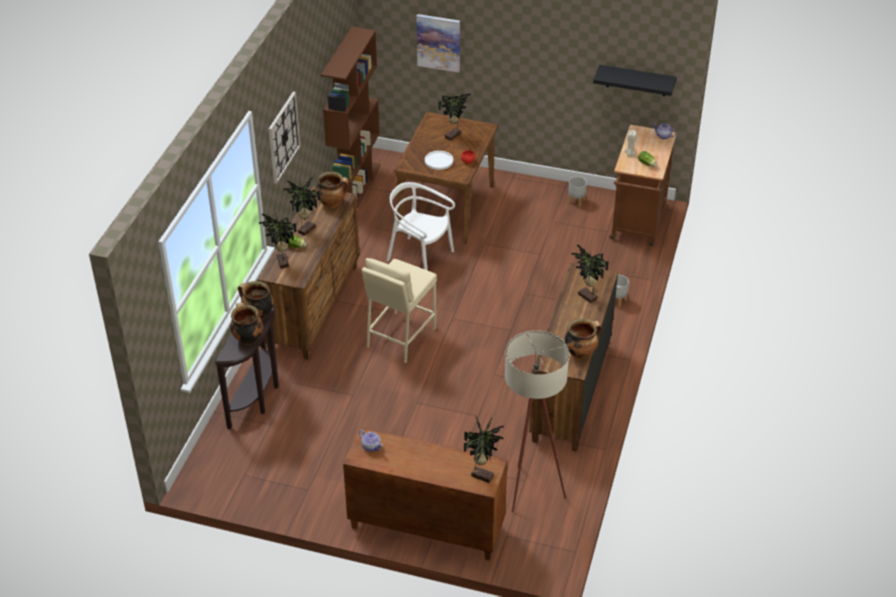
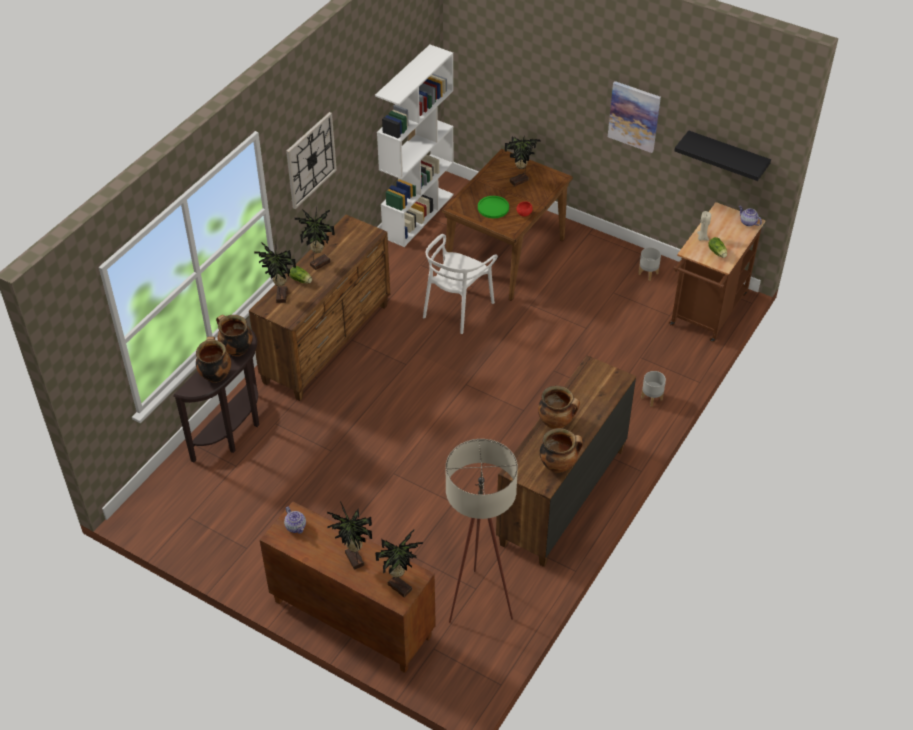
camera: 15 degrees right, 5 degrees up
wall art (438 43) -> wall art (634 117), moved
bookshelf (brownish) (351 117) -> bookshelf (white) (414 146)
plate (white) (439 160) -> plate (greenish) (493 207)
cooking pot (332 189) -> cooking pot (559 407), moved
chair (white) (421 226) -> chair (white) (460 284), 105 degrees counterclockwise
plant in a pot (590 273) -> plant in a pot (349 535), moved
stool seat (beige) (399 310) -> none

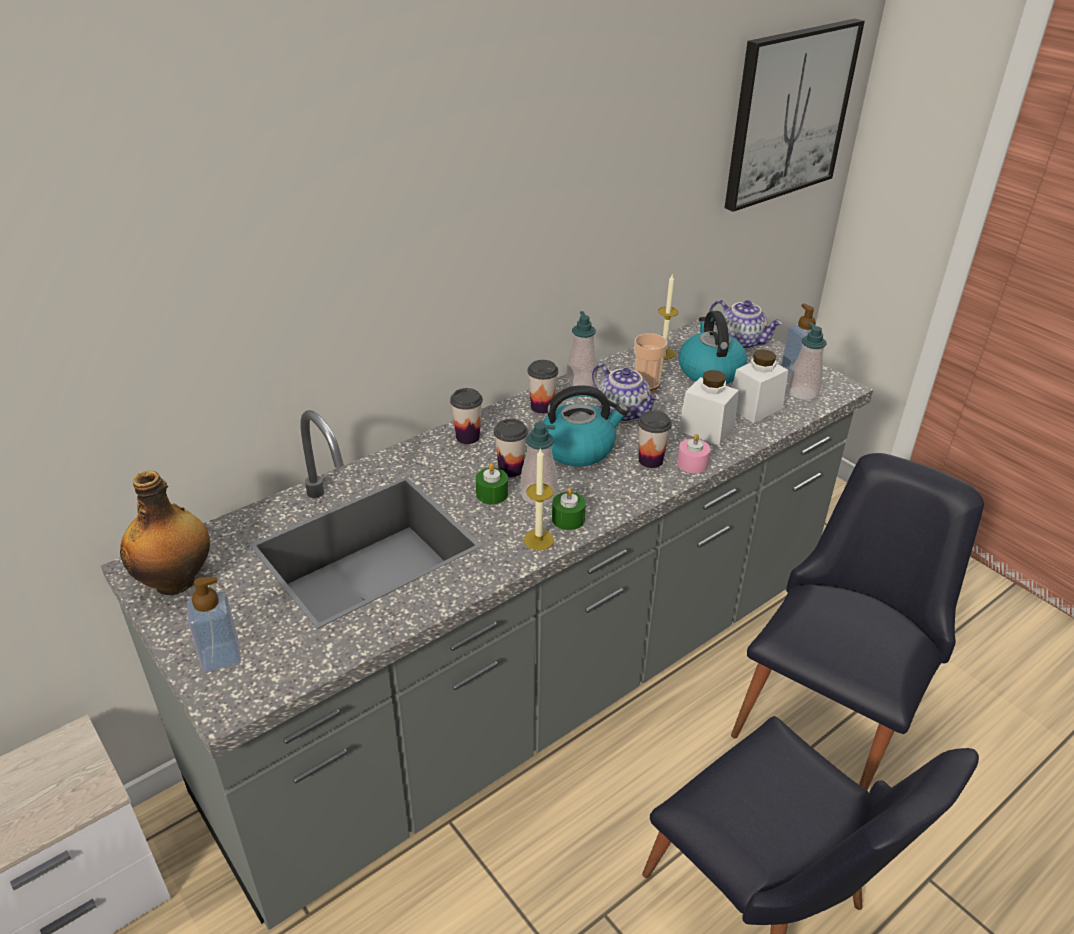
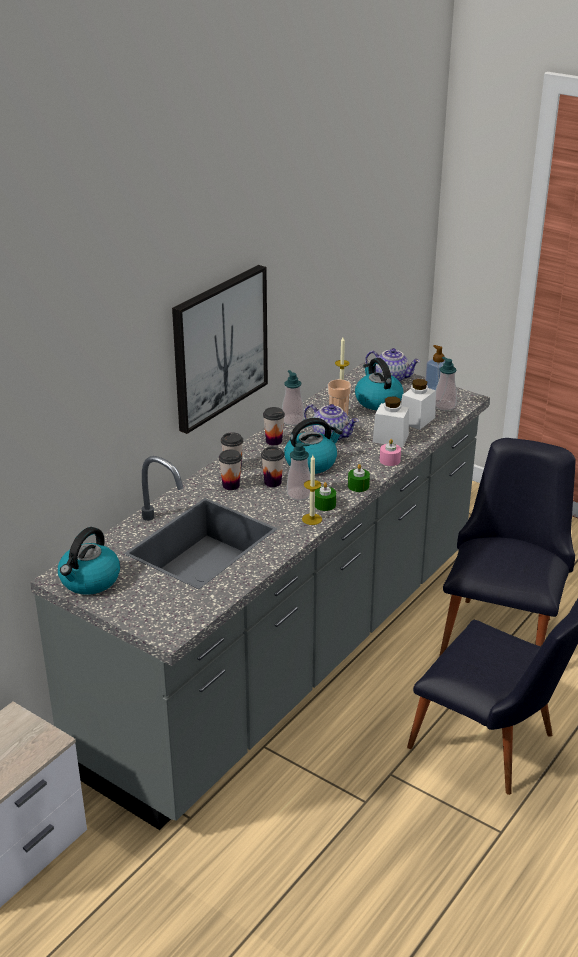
camera: 15 degrees left, 5 degrees down
wall art (795 115) -> wall art (220 349), moved
drinking cup (655 439) -> drinking cup (230 470), moved
wax light (greenish) (492 483) -> wax light (greenish) (359 478), moved
bottle (165 533) -> water kettle (89 561)
liquid soap bottle (214 624) -> none

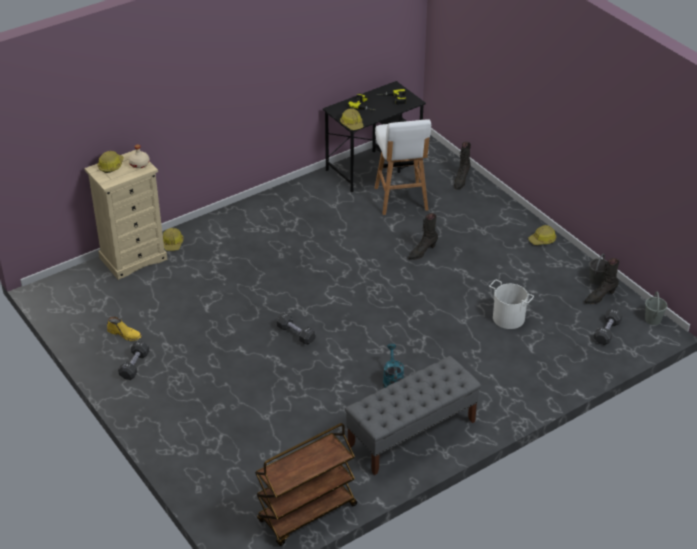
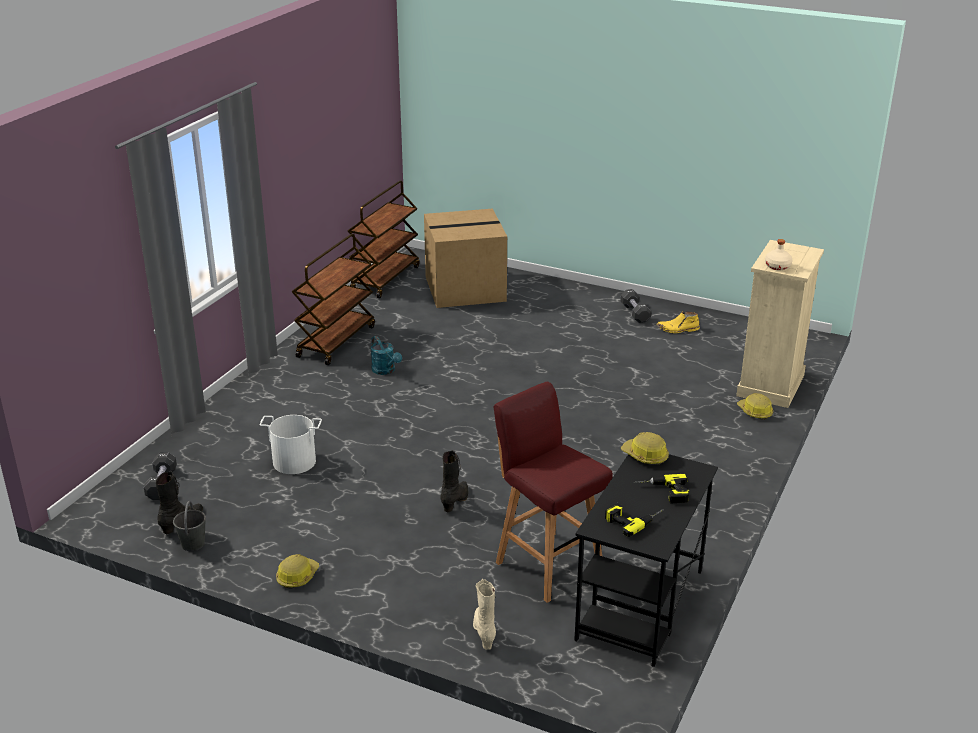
camera: 150 degrees right, 10 degrees down
stool seat (white) (403 167) -> stool seat (red) (553 492)
tall boot (blackish) (462 166) -> tall boot (beige) (484 614)
work helmet (111 162) -> none
pail (greyish) (656 308) -> none
dumbbell (blackish) (296 328) -> none
indoor bench (greyish) (413 415) -> cart (brownish) (333 299)
none -> packing box (465 258)

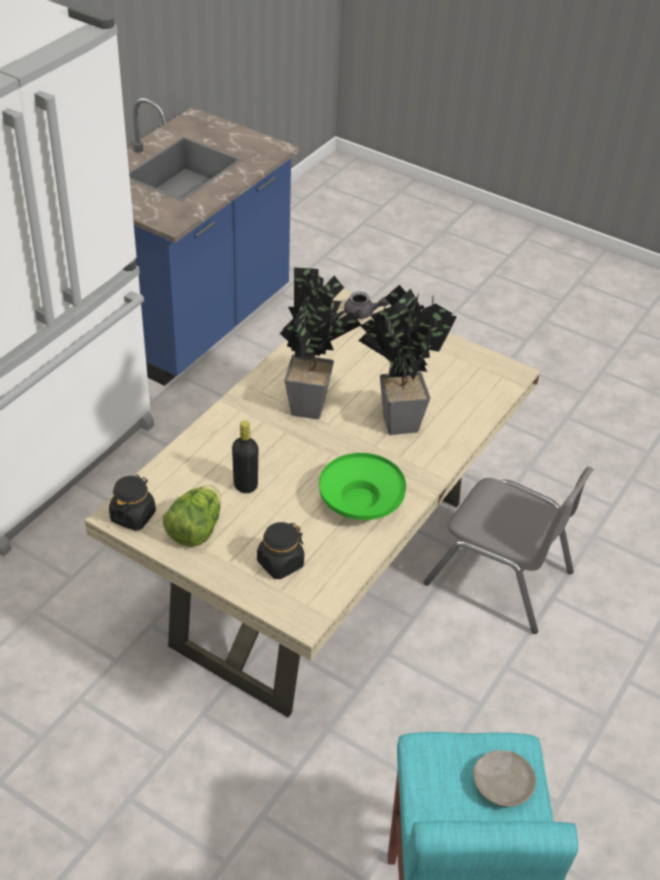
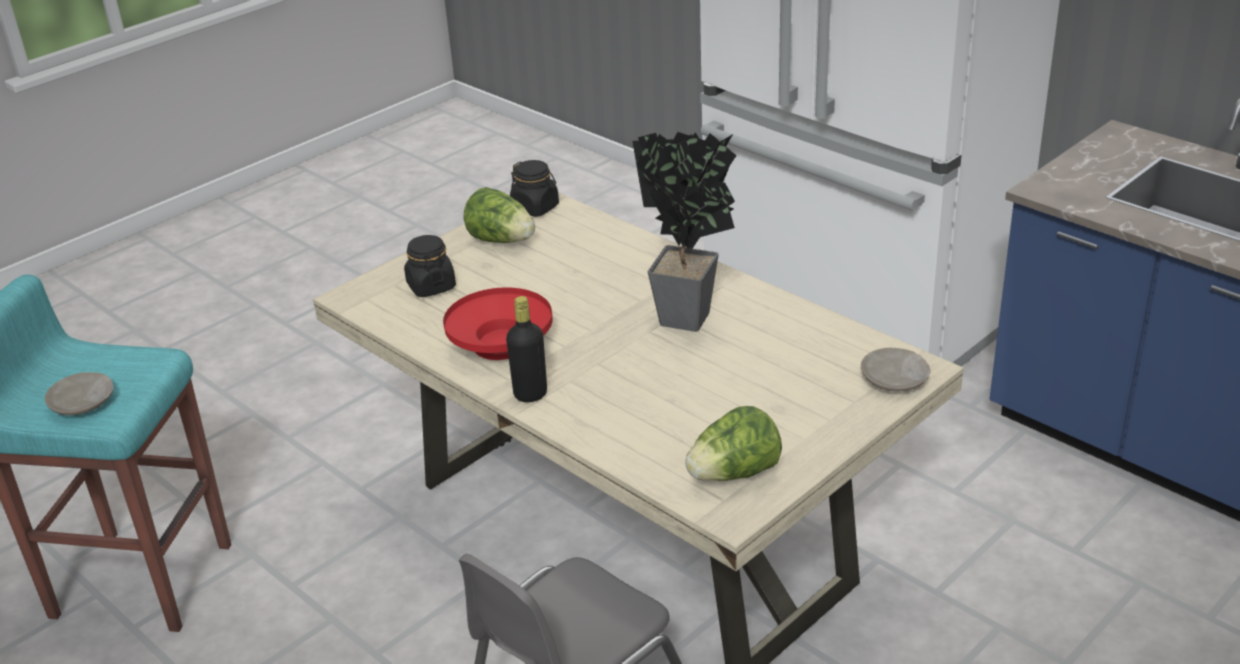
camera: 105 degrees right, 10 degrees down
plant in a pot (407 360) -> none
pot for tea (greyish) (366 305) -> plate (beige) (896 369)
bottle (blackish) (245 457) -> bottle (blackish) (526 349), moved
bowl (greenish) (362 486) -> bowl (red) (498 323)
none -> head of lettuce (733 443)

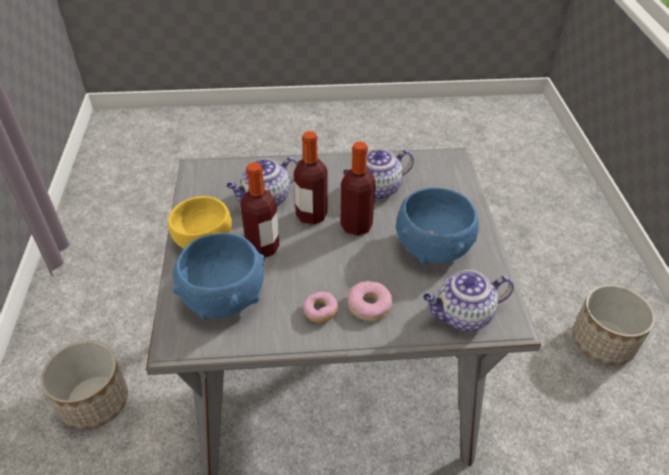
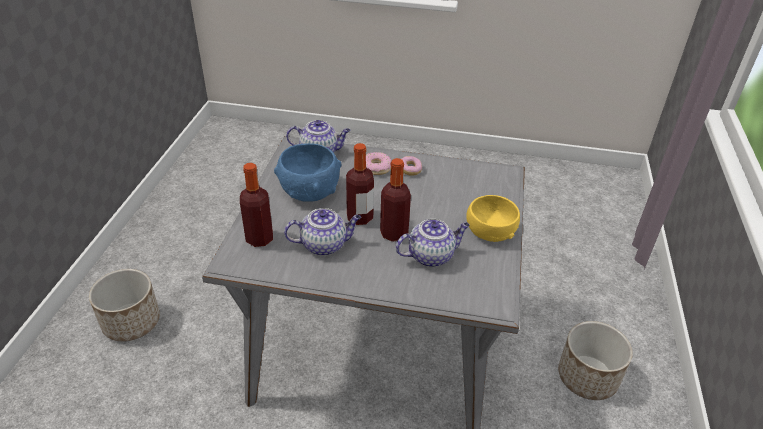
camera: 165 degrees left, 5 degrees down
bottle (260 210) -> bottle (256 205), moved
bowl (blue) (218 276) -> none

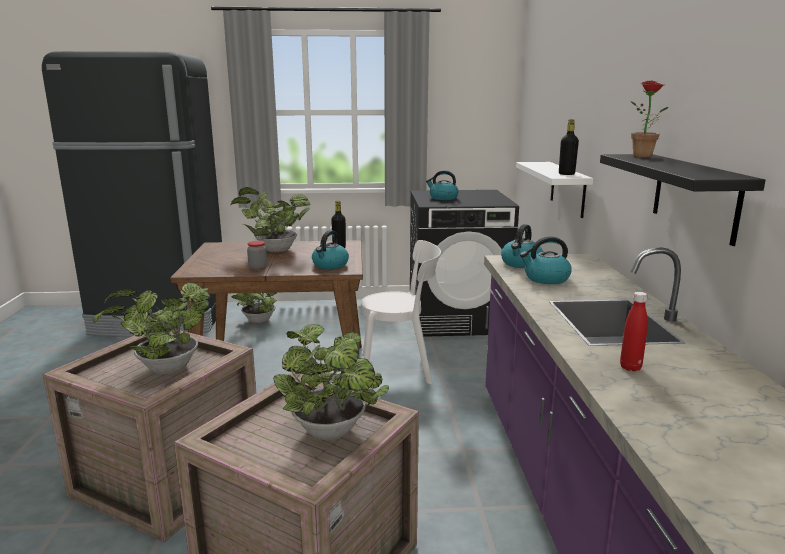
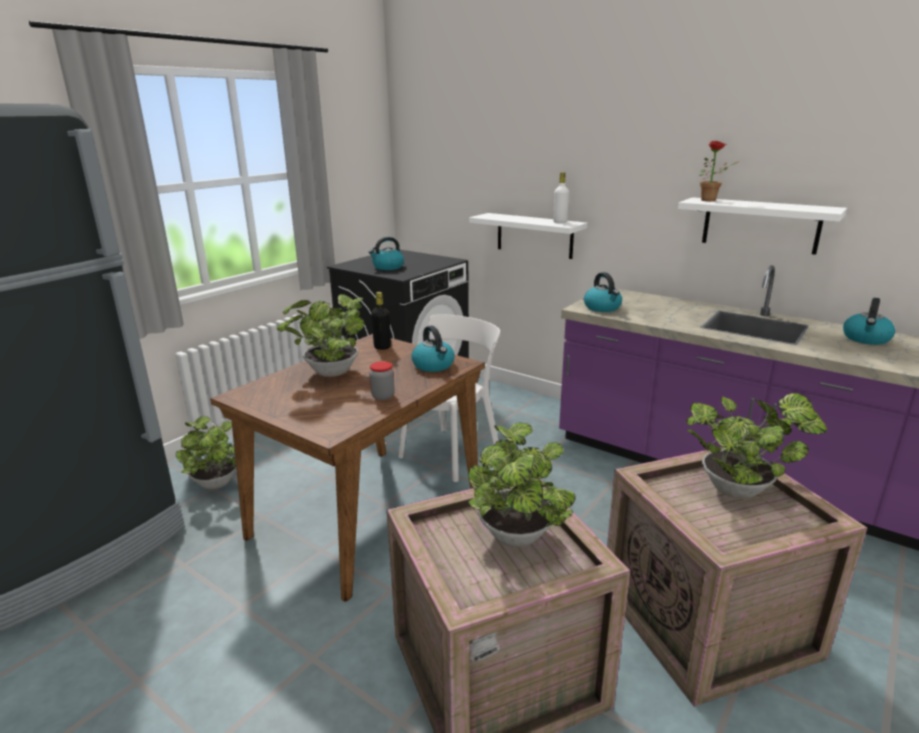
camera: 50 degrees left, 5 degrees up
bottle (blackish) (569 147) -> bottle (white) (561 197)
bracket shelf (blackish) (682 200) -> bracket shelf (white) (762 226)
water kettle (546 260) -> water kettle (869 321), moved
bottle (red) (634 331) -> none

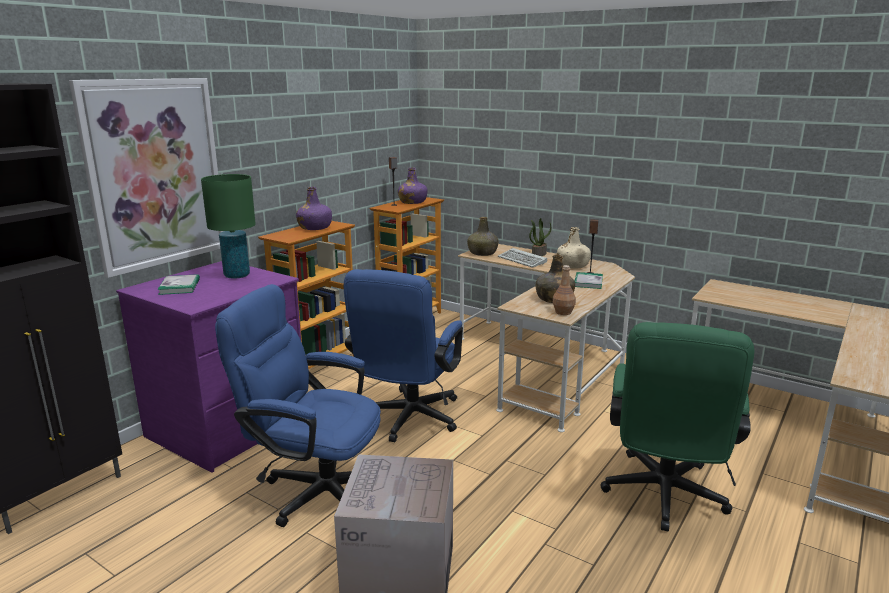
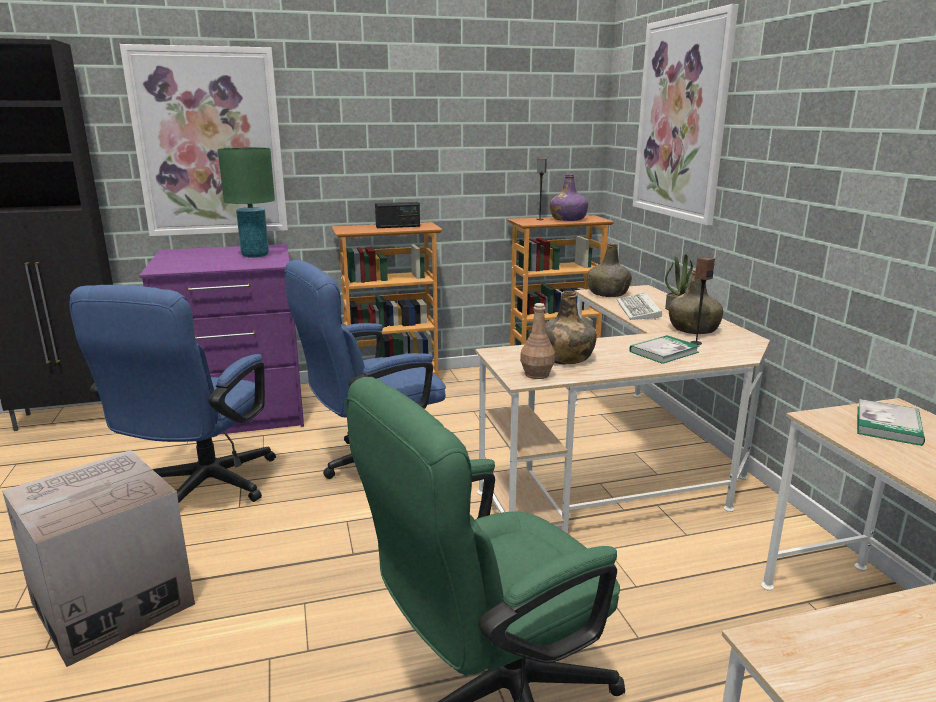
camera: 40 degrees right, 0 degrees up
bottle (purple-coloured) (314 208) -> radio set (397 215)
bottle (beige) (574 248) -> bottle (greenish) (696 301)
bound book (178 284) -> bound book (891 422), moved
desk chair (blue) (298 405) -> desk chair (blue) (172 394), 135 degrees counterclockwise
none -> wall art (686 114)

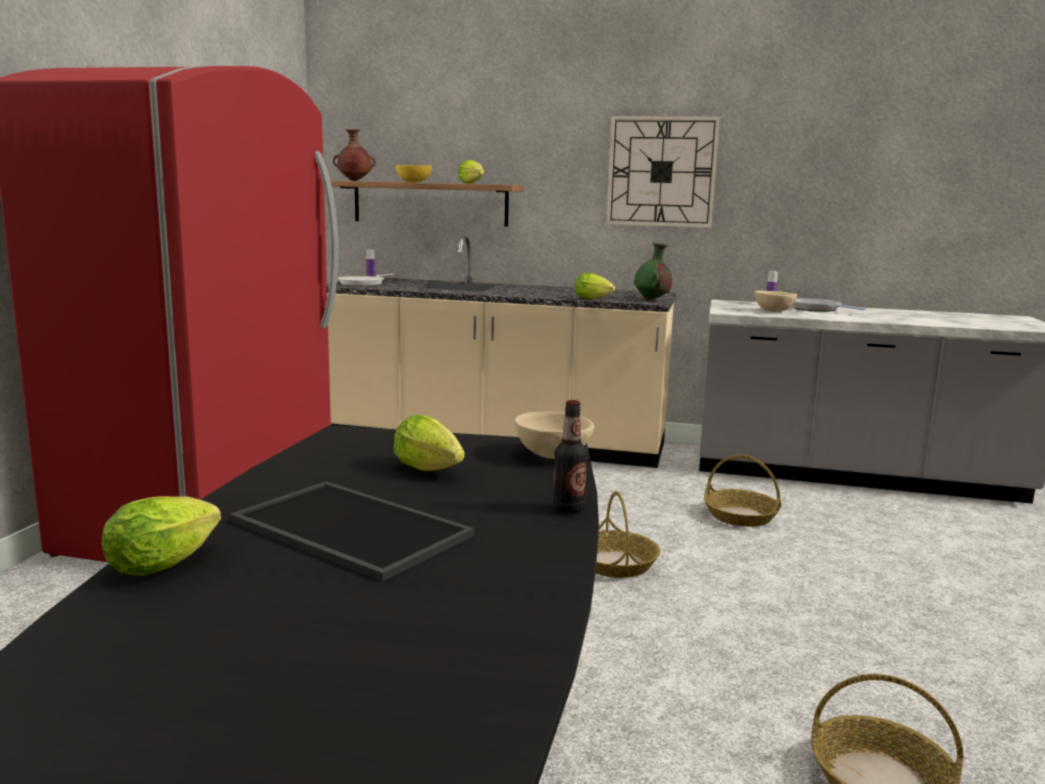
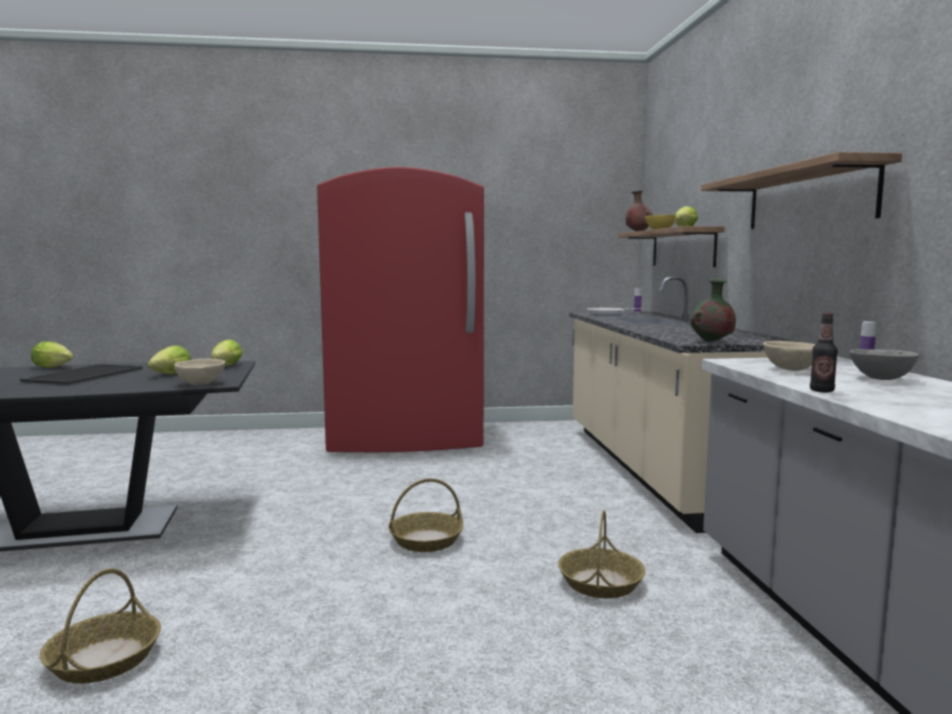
camera: 70 degrees right, 5 degrees down
clock on the wall (663 172) -> bracket shelf (801 190)
head of lettuce (594 286) -> head of lettuce (227 352), moved
frying pan (829 305) -> bowl (greyish) (884 364)
bottle (570 456) -> bottle (824 353), moved

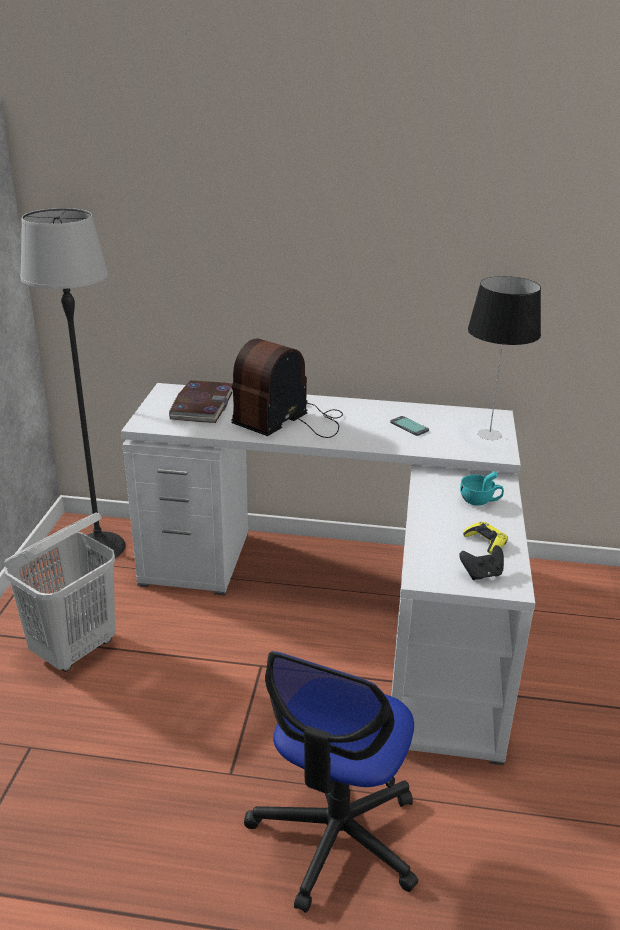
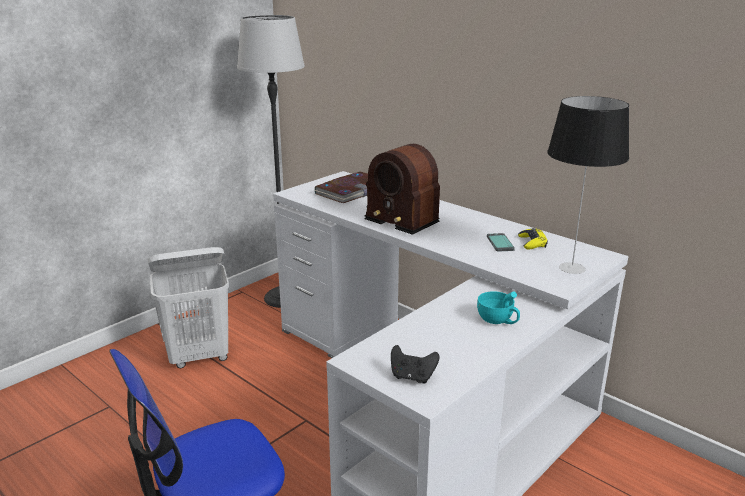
camera: 35 degrees right, 5 degrees down
radio set (287 388) -> radio set (402 189), 120 degrees counterclockwise
joypad (yellow-coloured) (485 538) -> joypad (yellow-coloured) (533 239), moved

